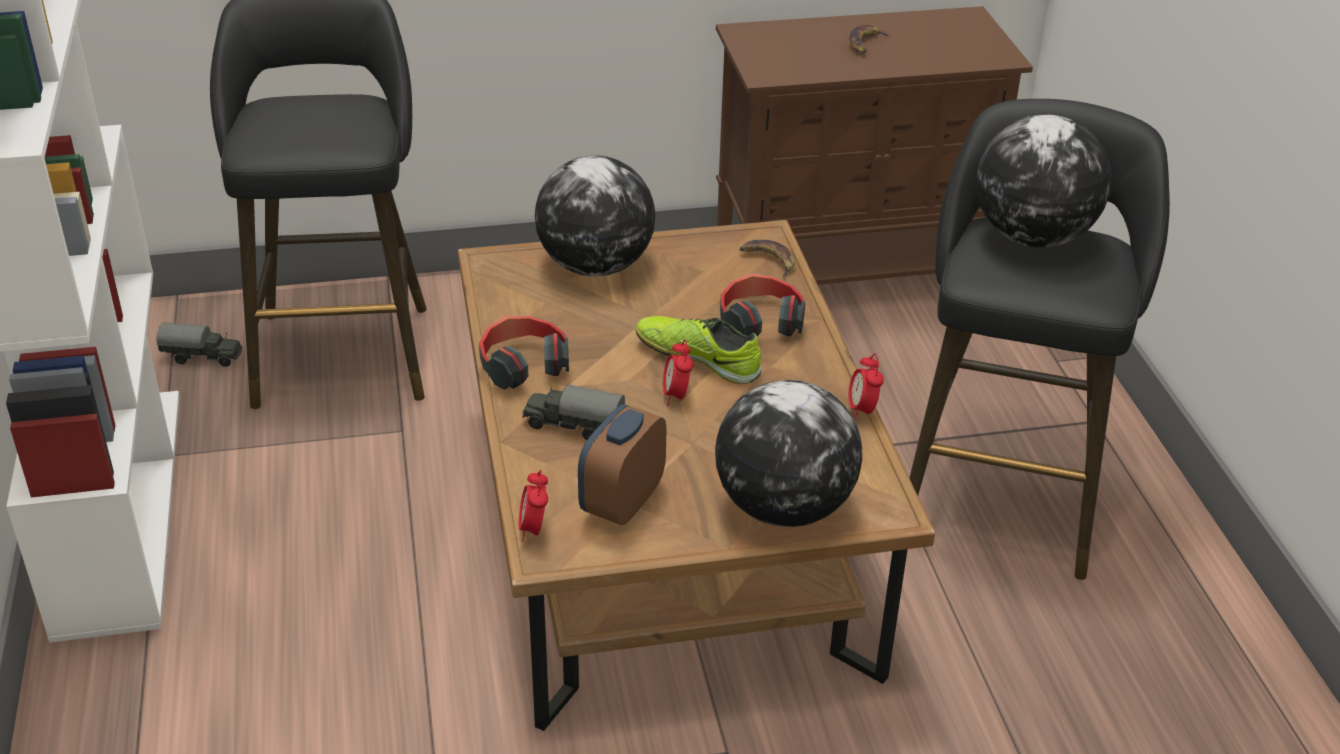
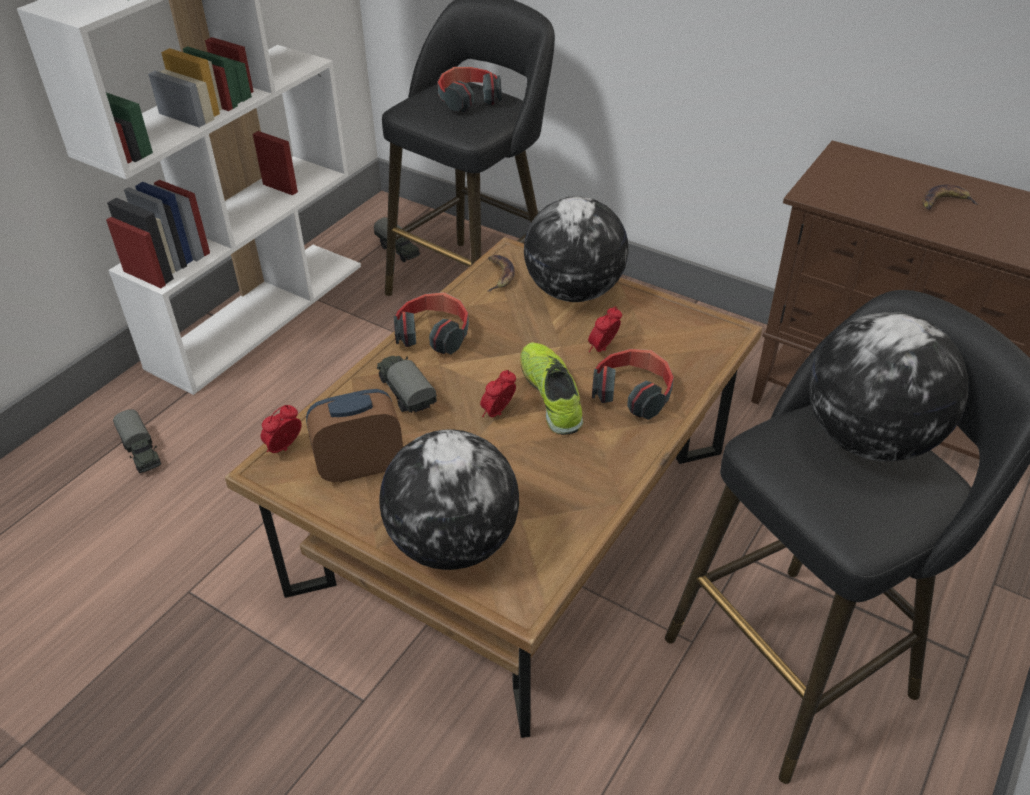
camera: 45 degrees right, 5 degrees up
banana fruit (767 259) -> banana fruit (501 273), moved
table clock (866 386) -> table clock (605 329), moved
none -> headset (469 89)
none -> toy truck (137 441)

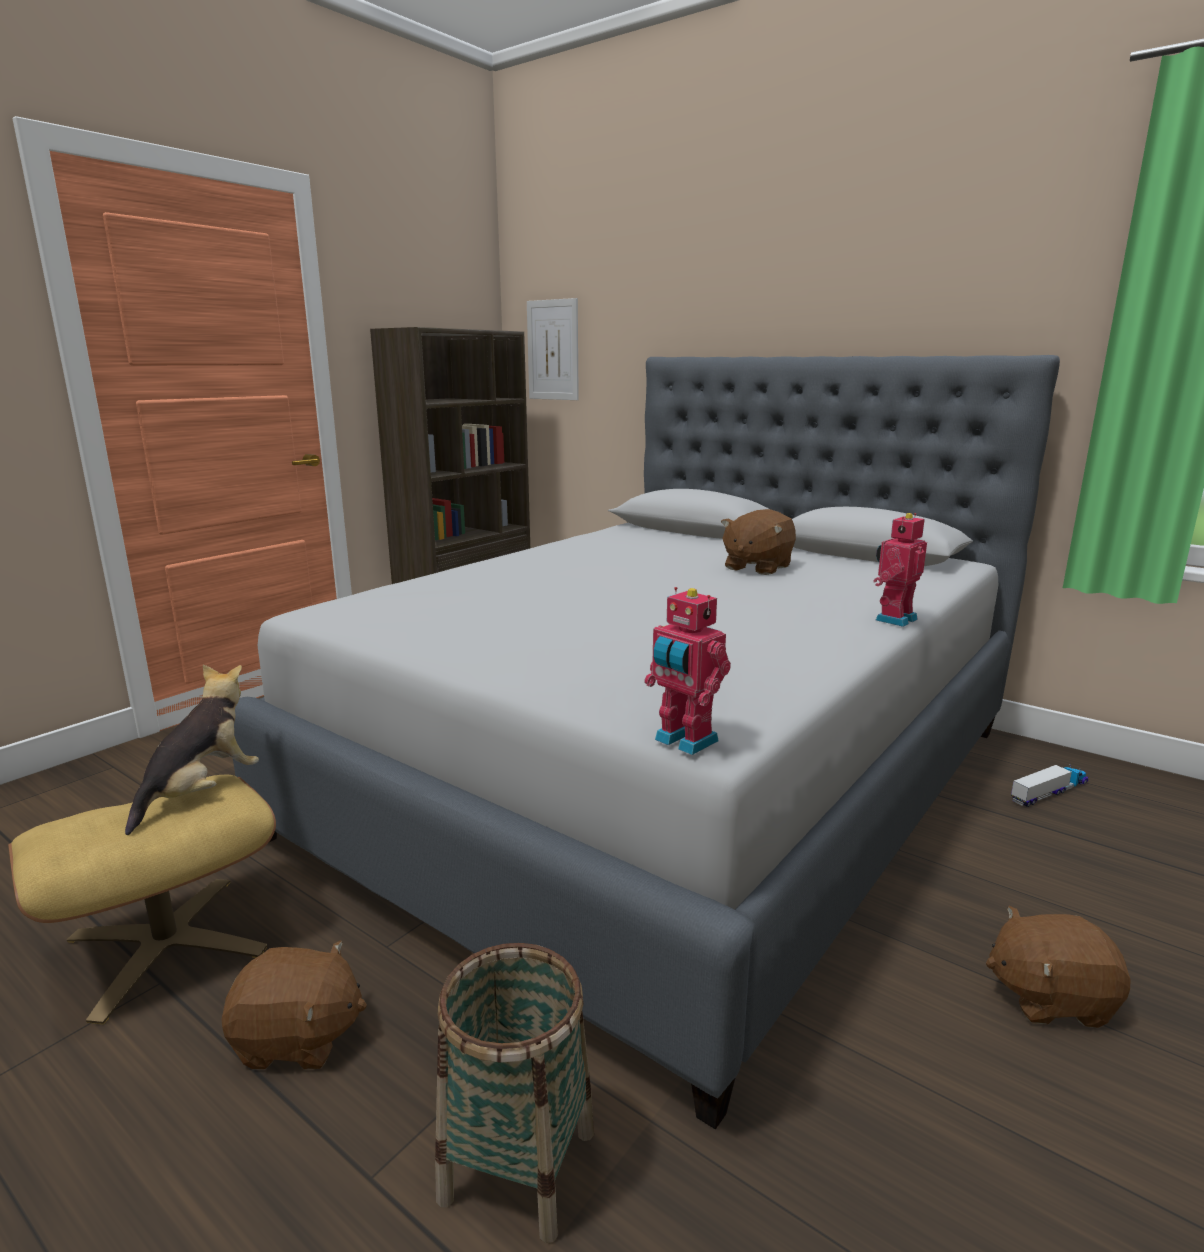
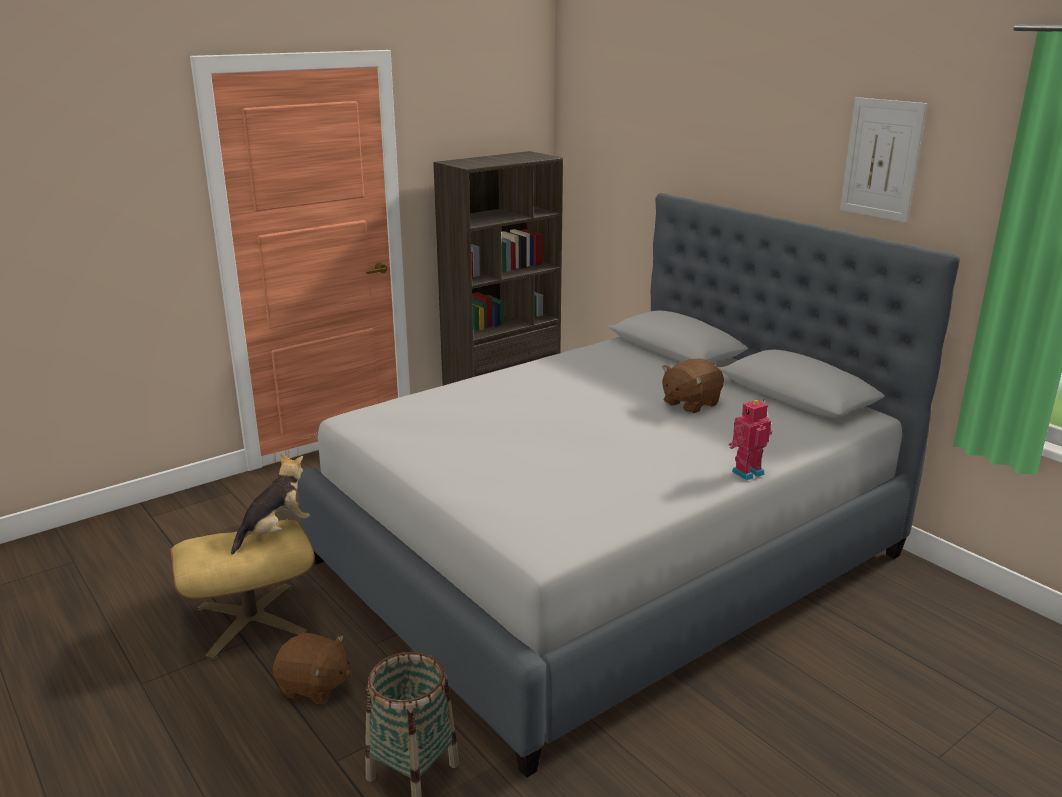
camera: 15 degrees right, 5 degrees up
wall art (553 349) -> wall art (883 160), moved
toy robot (687 671) -> none
toy truck (1049 786) -> none
cuddly toy (brownish) (1058 967) -> none

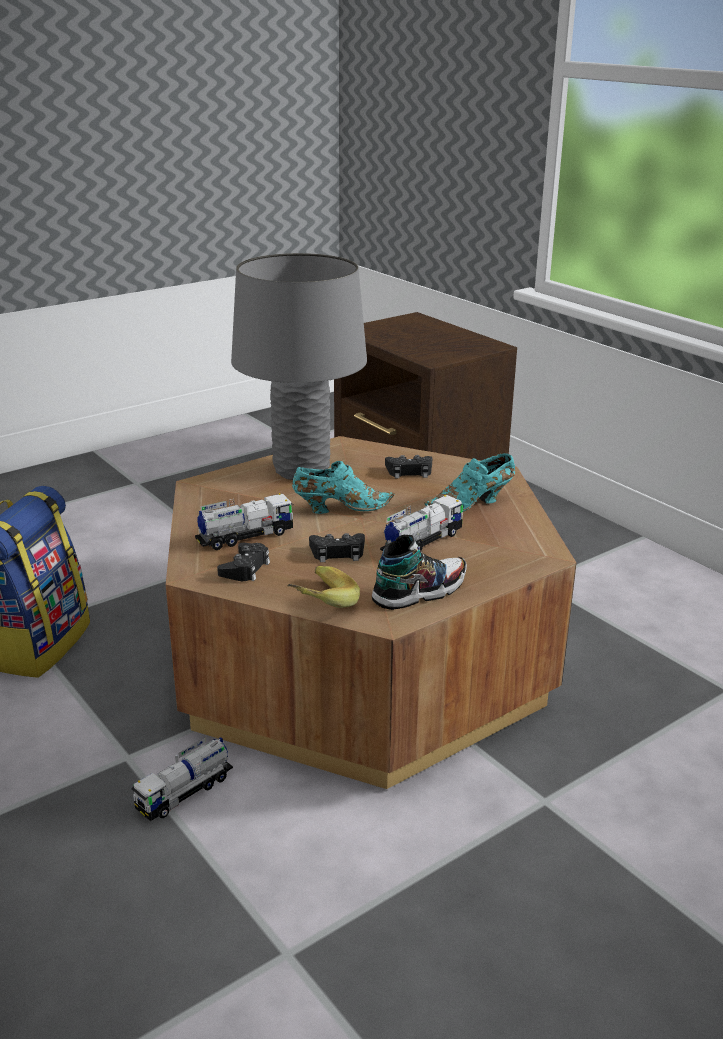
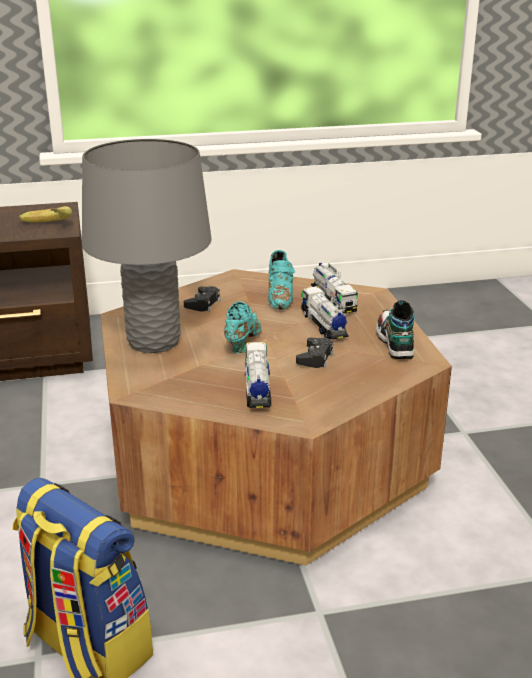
camera: 65 degrees left, 0 degrees up
joypad (blackish) (243 562) -> none
banana fruit (324 587) -> banana fruit (45 214), moved
toy truck (182 779) -> toy truck (334 288), moved

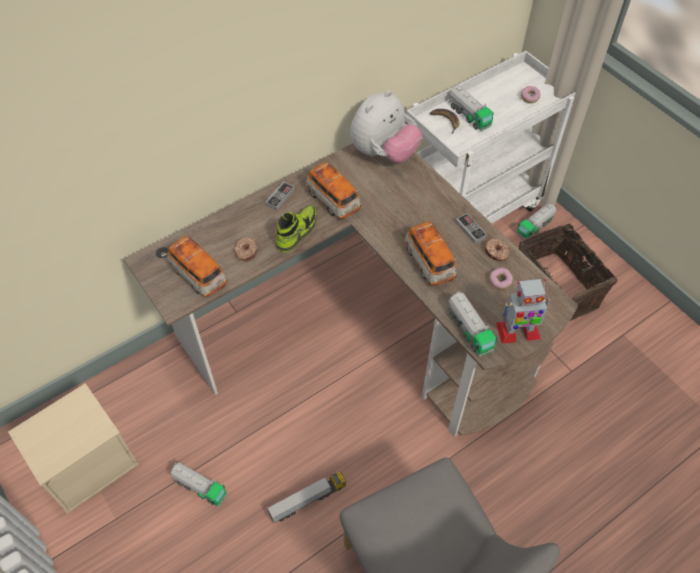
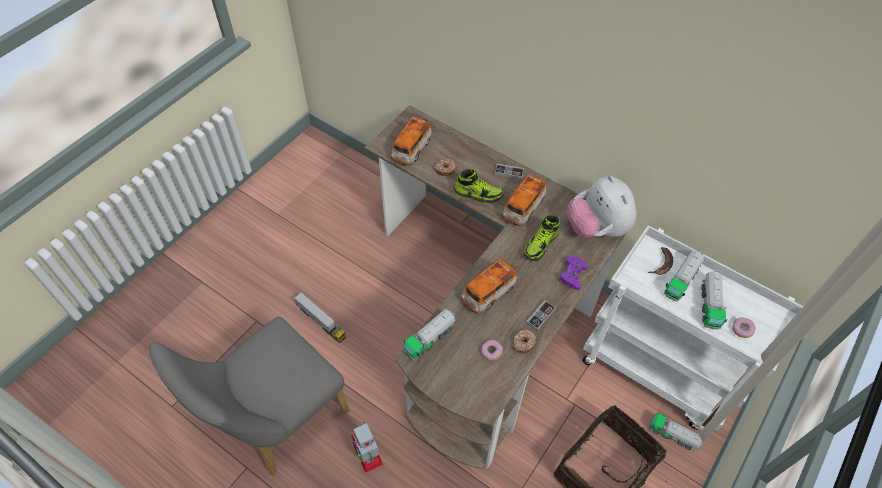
camera: 70 degrees right, 0 degrees up
cuddly toy (386 126) -> cuddly toy (602 206), 45 degrees clockwise
toy robot (523 311) -> toy robot (367 447), moved
storage box (beige) (73 448) -> none
toy truck (199 484) -> toy truck (714 300), moved
none -> shoe (542 238)
none -> joypad (purple-coloured) (573 273)

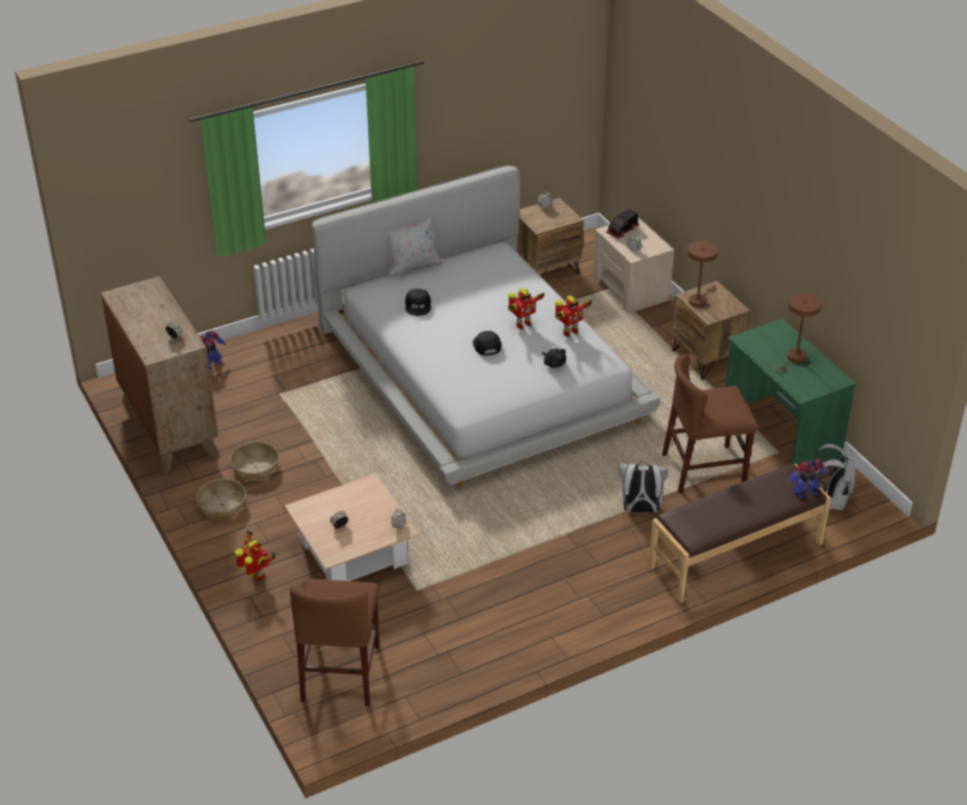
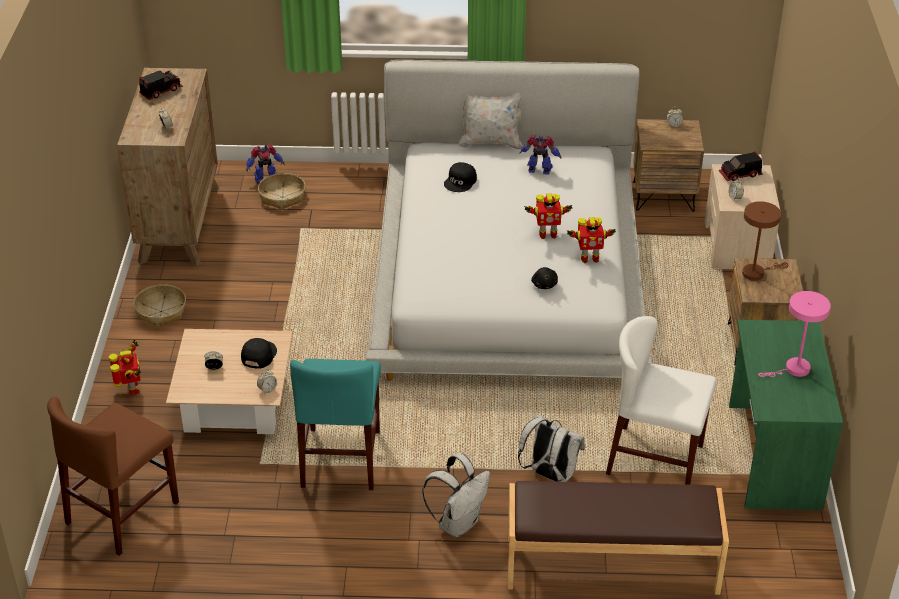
camera: 30 degrees right, 0 degrees up
tabletop lamp (brownish) (798 332) -> tabletop lamp (pink-coloured) (794 334)
cap (blackish) (487 343) -> cap (blackish) (259 353), moved
chair (brownish) (709 423) -> chair (white) (661 400)
storage basket (254 461) -> storage basket (282 191), moved
backpack (white) (833 477) -> backpack (white) (456 495), moved
toy robot (807 478) -> toy robot (540 155), moved
none -> toy truck (161 85)
none -> chair (turquoise) (335 424)

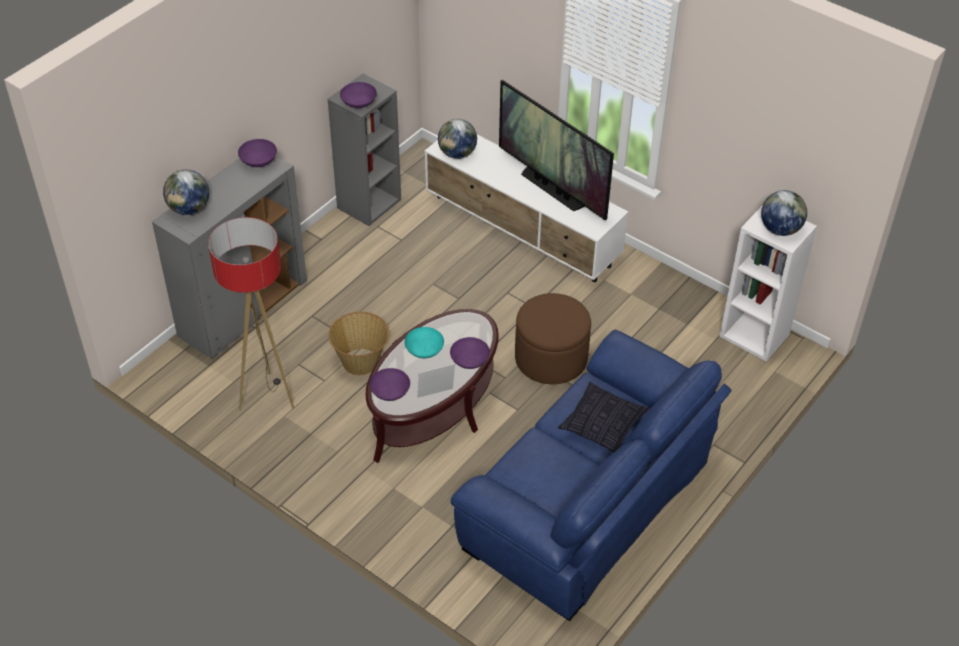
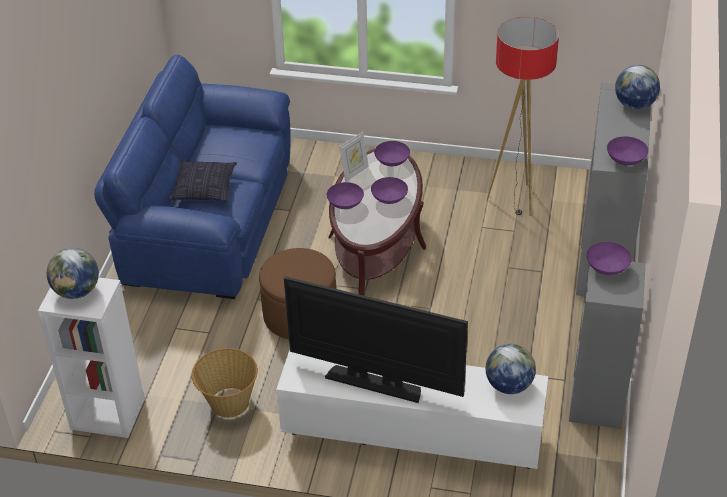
camera: 155 degrees right, 5 degrees down
storage basket (359 343) -> storage basket (225 383), moved
bowl (turquoise) (424 342) -> bowl (purple-coloured) (389 190)

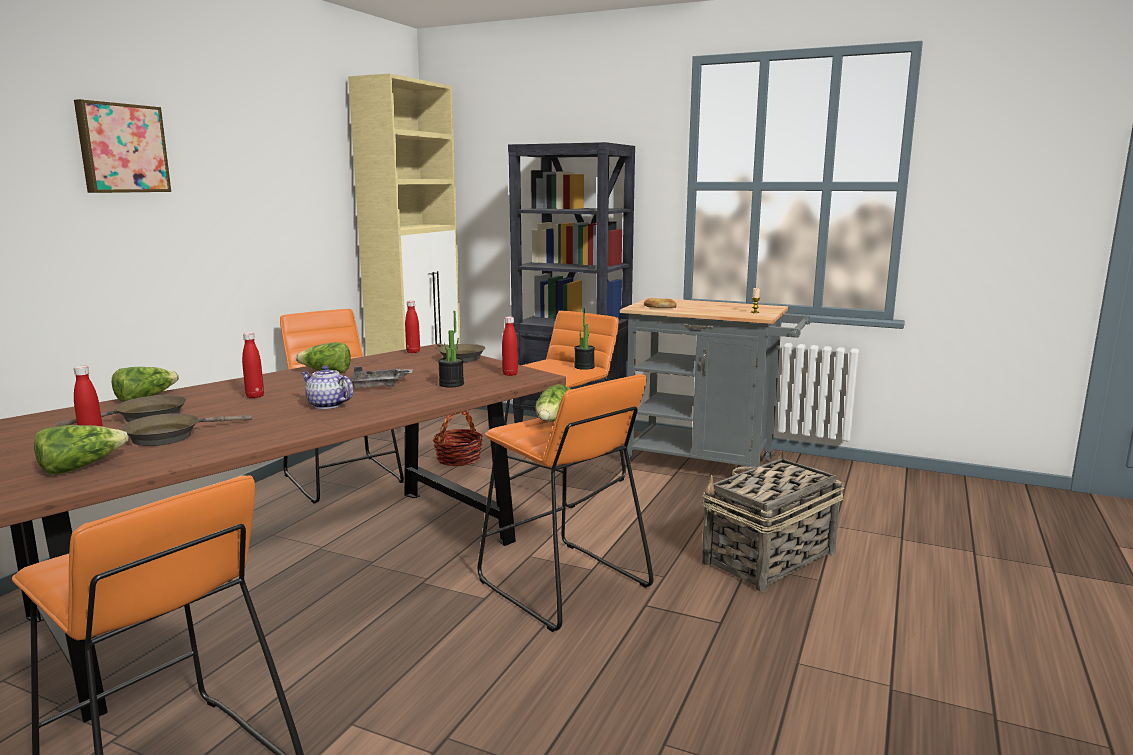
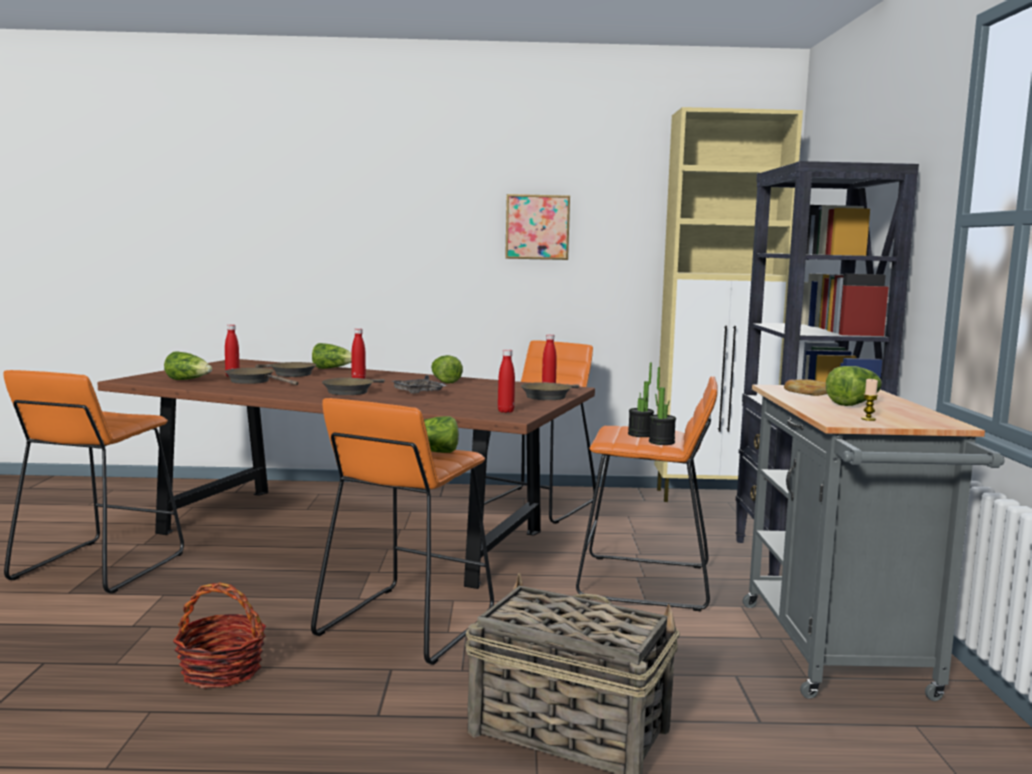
camera: 65 degrees right, 5 degrees down
wall art (122 146) -> wall art (537 227), moved
plant in a pot (451 349) -> plant in a pot (641 399), moved
pot for tea (327 387) -> frying pan (brownish) (353 386)
storage basket (458 438) -> storage basket (219 635), moved
none -> head of lettuce (854 386)

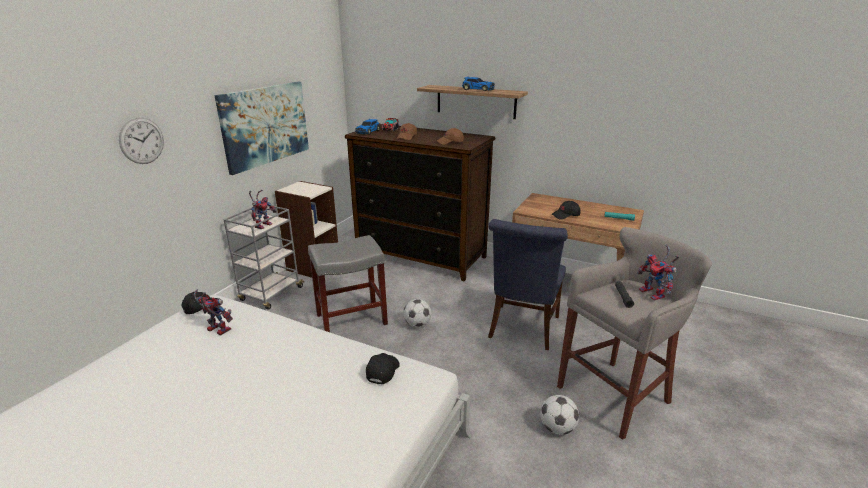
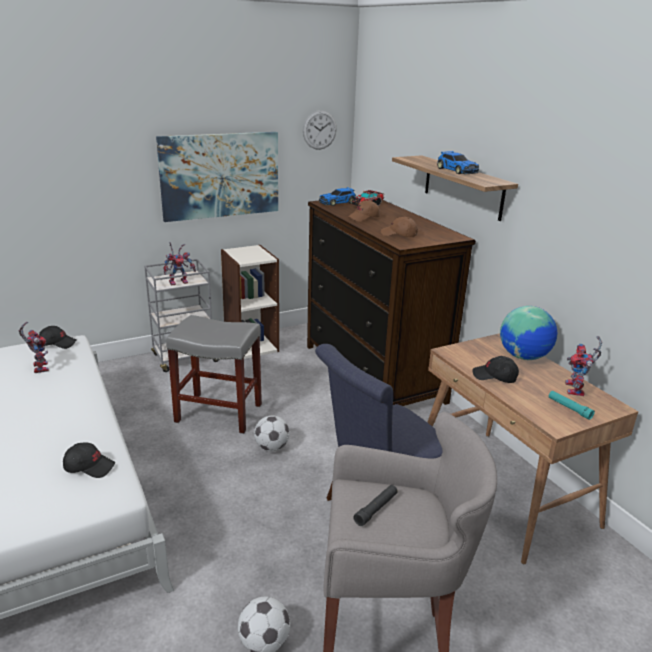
camera: 35 degrees right, 0 degrees up
clock on the wall (141 141) -> clock on the wall (320 130), moved
toy robot (658 272) -> toy robot (583 366), moved
cap (blackish) (383 369) -> cap (blackish) (89 460), 45 degrees clockwise
none -> world globe (529 333)

